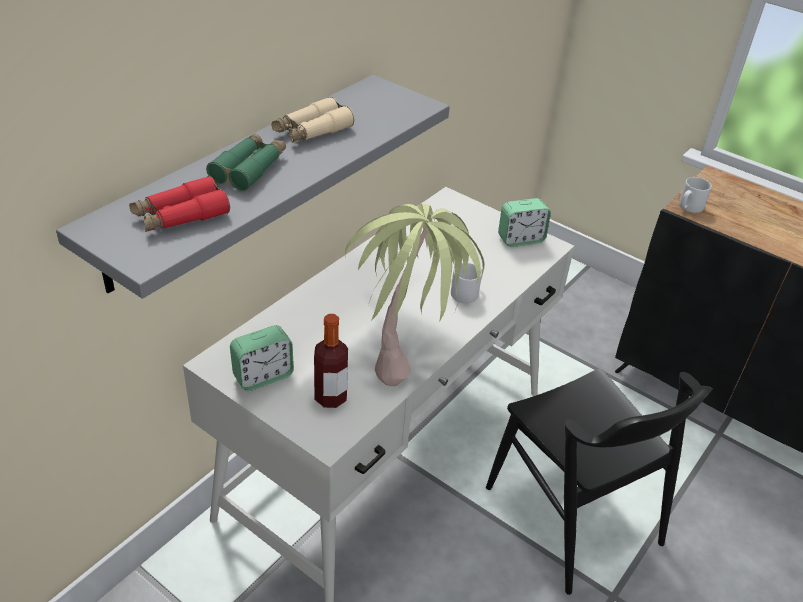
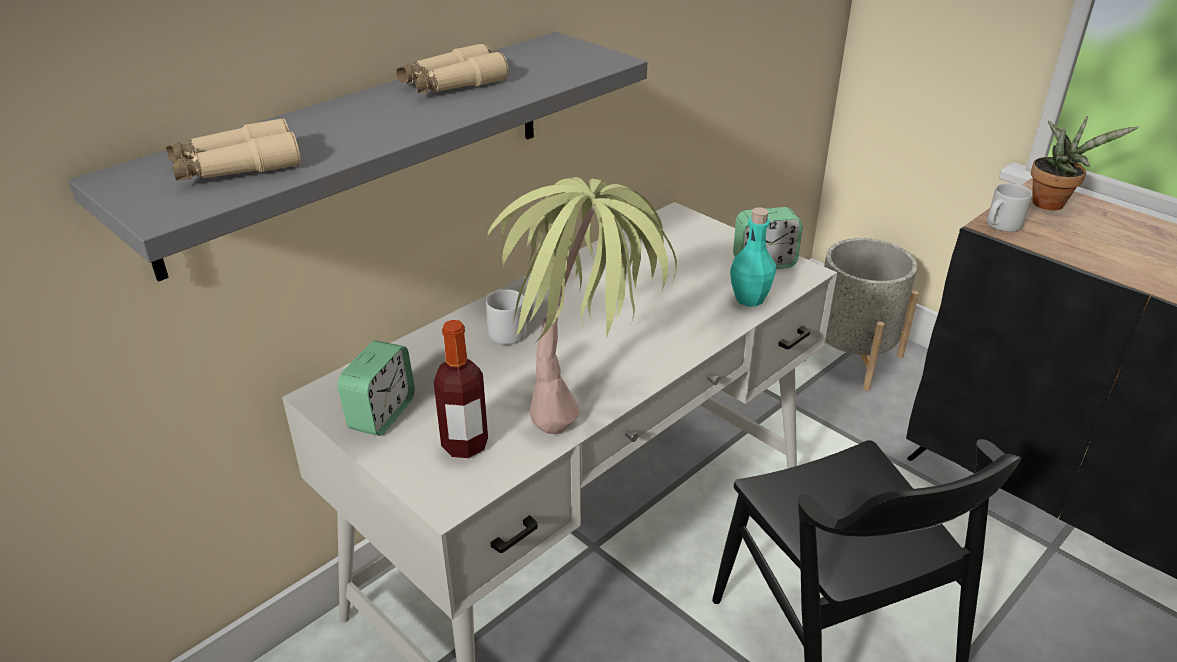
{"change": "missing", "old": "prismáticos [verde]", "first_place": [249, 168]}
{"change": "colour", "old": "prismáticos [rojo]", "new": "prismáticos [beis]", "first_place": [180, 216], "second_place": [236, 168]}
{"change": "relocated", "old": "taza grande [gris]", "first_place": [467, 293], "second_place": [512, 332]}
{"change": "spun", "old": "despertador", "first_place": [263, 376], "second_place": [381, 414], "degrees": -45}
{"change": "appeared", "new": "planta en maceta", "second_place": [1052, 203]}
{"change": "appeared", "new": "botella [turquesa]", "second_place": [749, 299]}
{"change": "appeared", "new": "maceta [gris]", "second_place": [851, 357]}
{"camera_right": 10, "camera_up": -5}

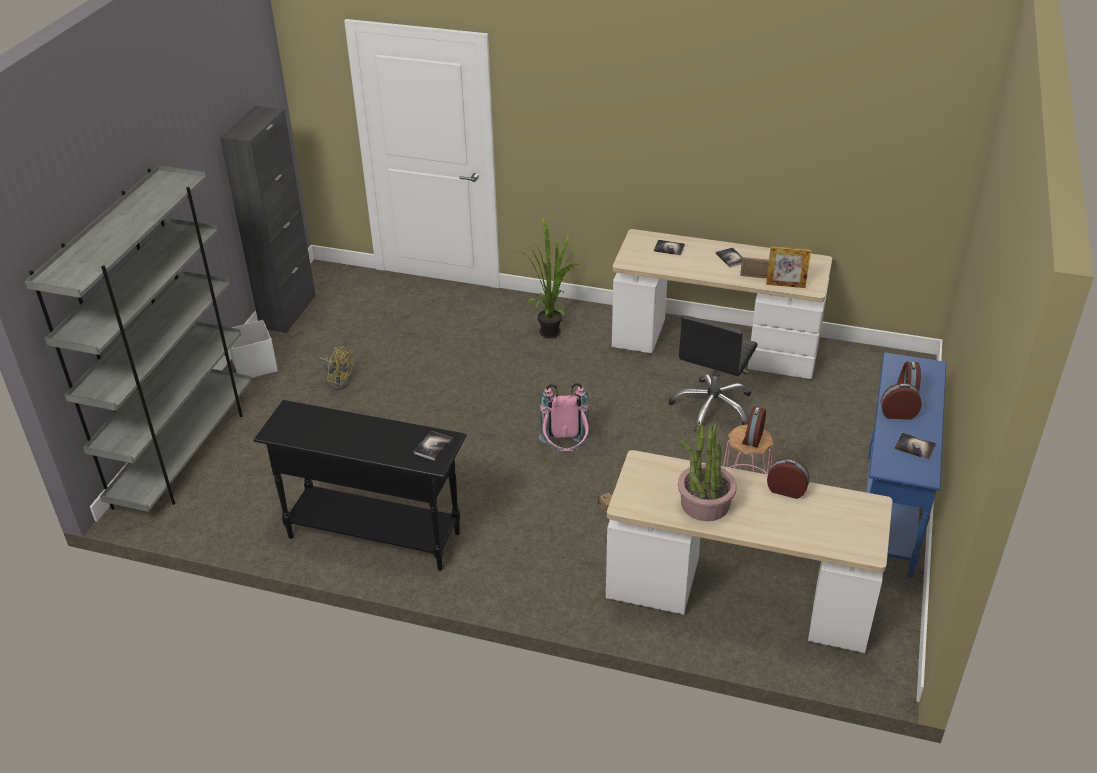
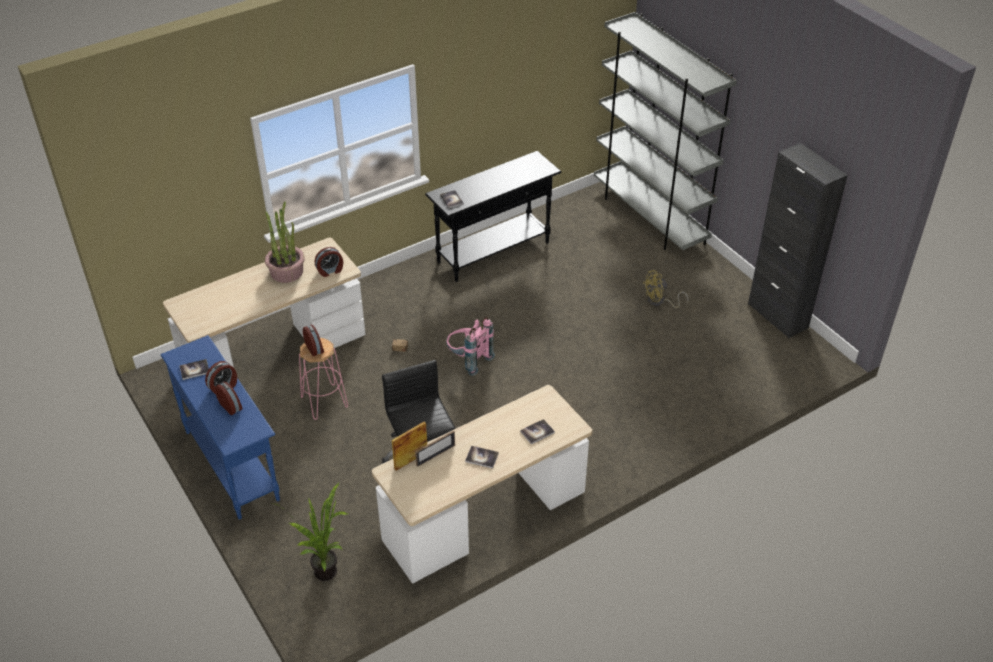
{"change": "relocated", "old": "planta en maceta", "first_place": [551, 330], "second_place": [328, 576]}
{"change": "missing", "old": "caja de almacenaje [blanco]", "first_place": [254, 366]}
{"change": "relocated", "old": "despertador", "first_place": [786, 490], "second_place": [330, 271]}
{"camera_right": 130, "camera_up": 5}

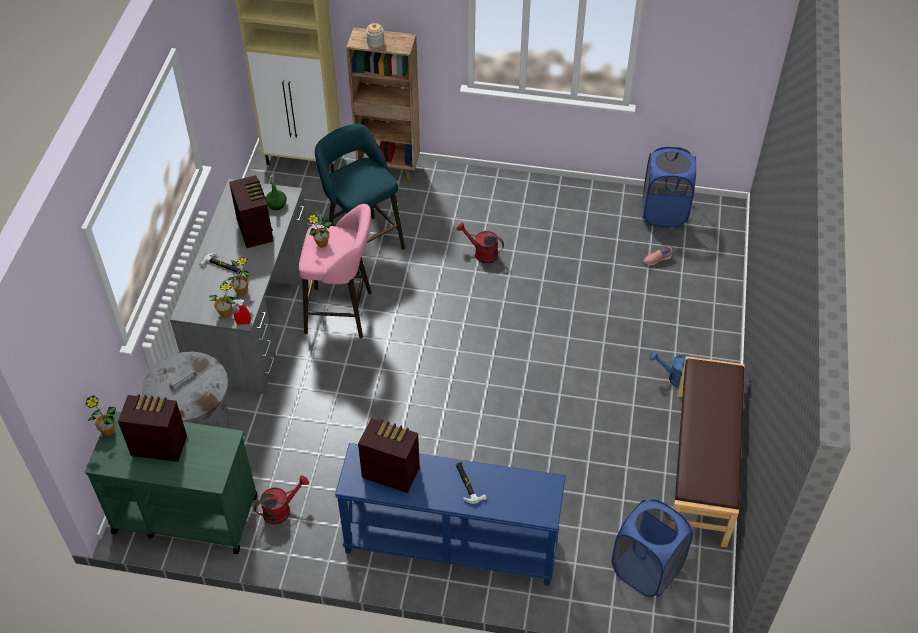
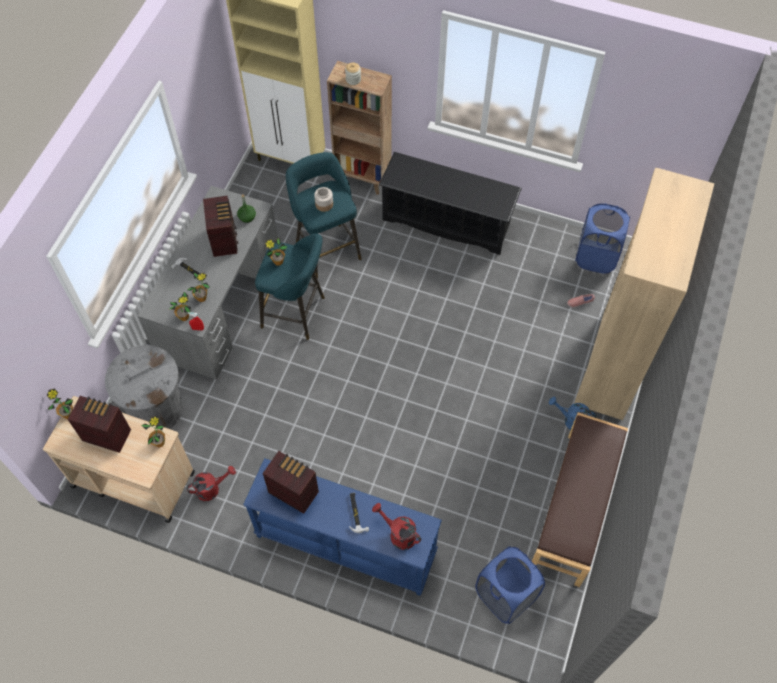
{"change": "colour", "old": "taburete [rosa]", "new": "taburete [turquesa]", "first_place": [343, 313], "second_place": [297, 313]}
{"change": "relocated", "old": "regadera [rojo]", "first_place": [482, 253], "second_place": [398, 534]}
{"change": "colour", "old": "carrito [verde]", "new": "carrito [beis]", "first_place": [184, 513], "second_place": [132, 479]}
{"change": "appeared", "new": "zapatero [negro]", "second_place": [447, 222]}
{"change": "appeared", "new": "estantería [beis]", "second_place": [611, 365]}
{"change": "appeared", "new": "tarro", "second_place": [324, 204]}
{"change": "appeared", "new": "planta en maceta", "second_place": [159, 442]}
{"camera_right": 10, "camera_up": 10}

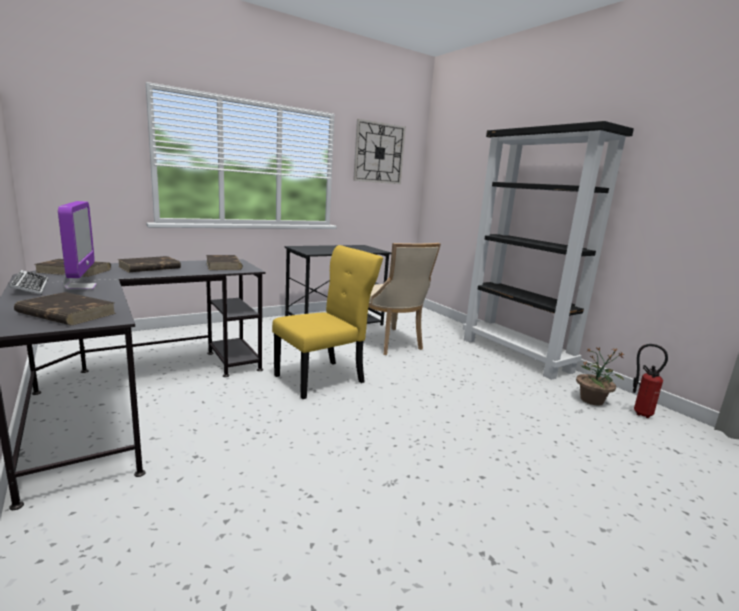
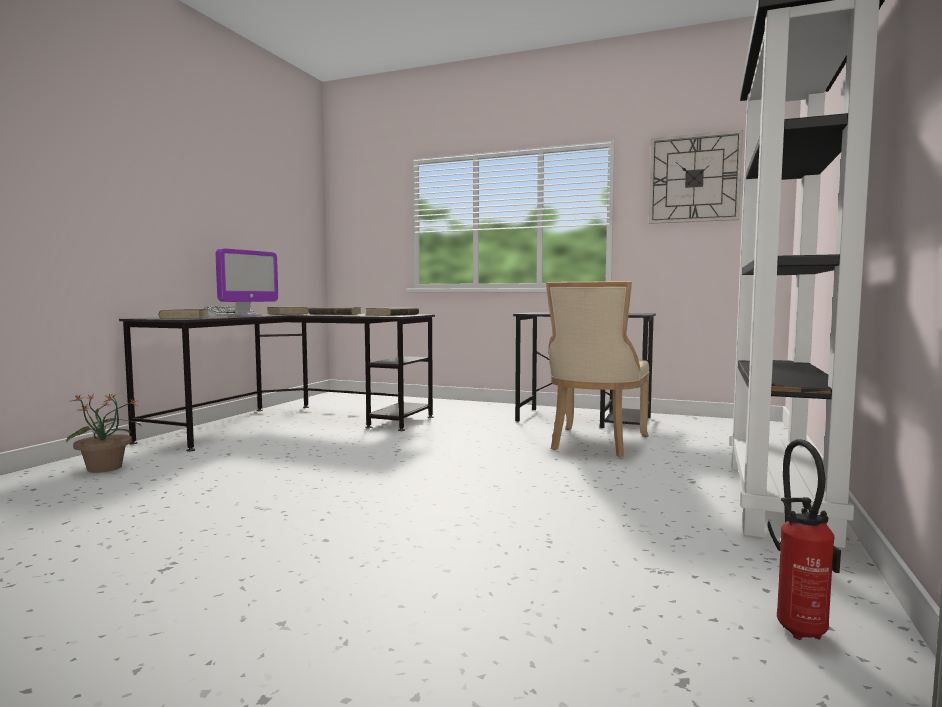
{"change": "missing", "old": "silla [amarillo]", "first_place": [323, 378]}
{"change": "relocated", "old": "planta en maceta", "first_place": [592, 400], "second_place": [105, 468]}
{"camera_right": 55, "camera_up": -10}

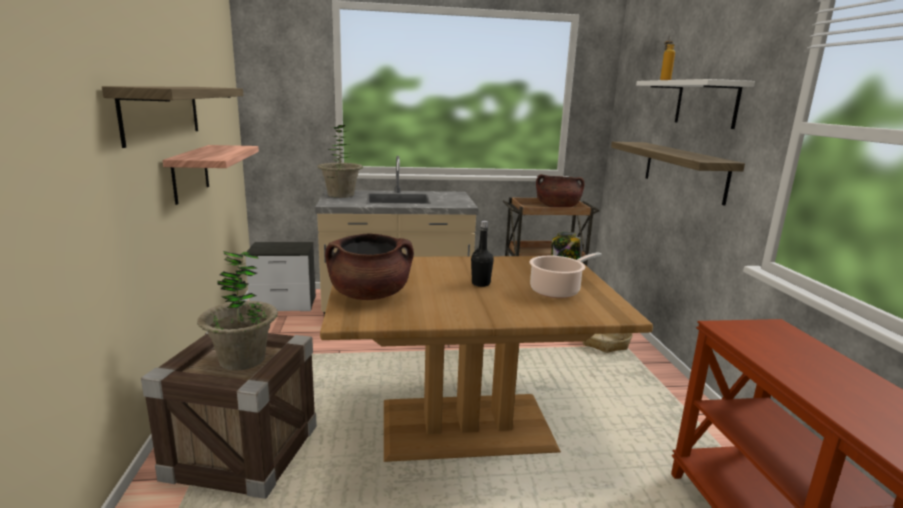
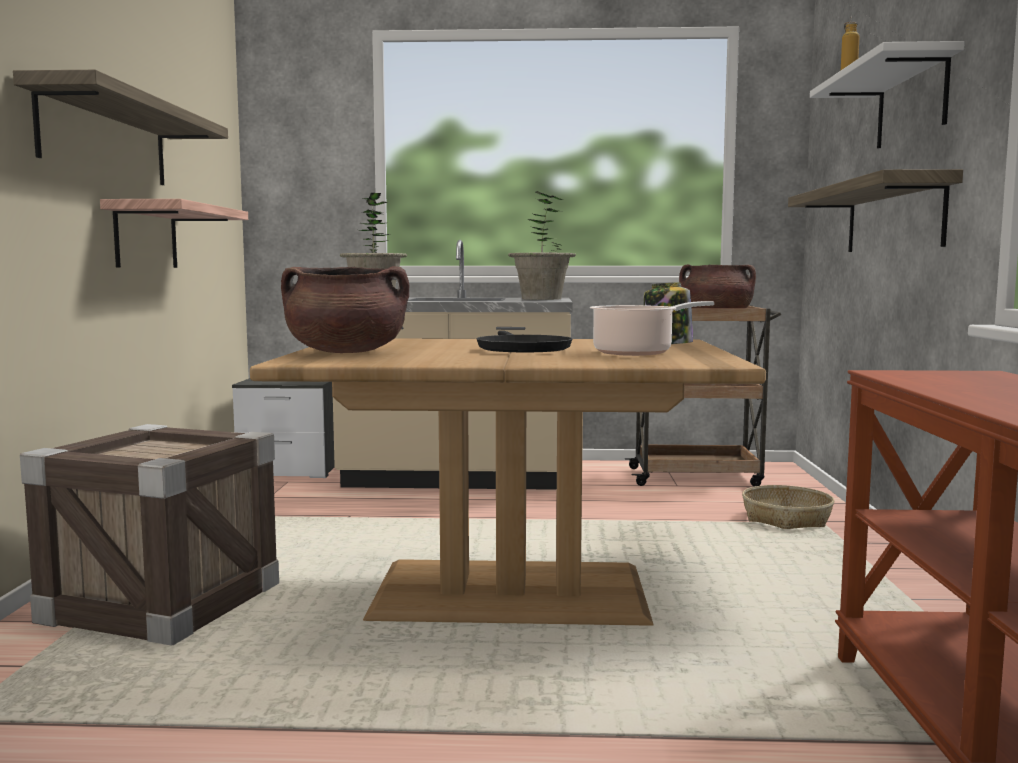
{"change": "exchanged", "old": "botella [negro]", "new": "sartén [negro]", "first_place": [480, 284], "second_place": [522, 349]}
{"change": "relocated", "old": "planta en maceta", "first_place": [242, 360], "second_place": [541, 299]}
{"camera_right": 10, "camera_up": -10}

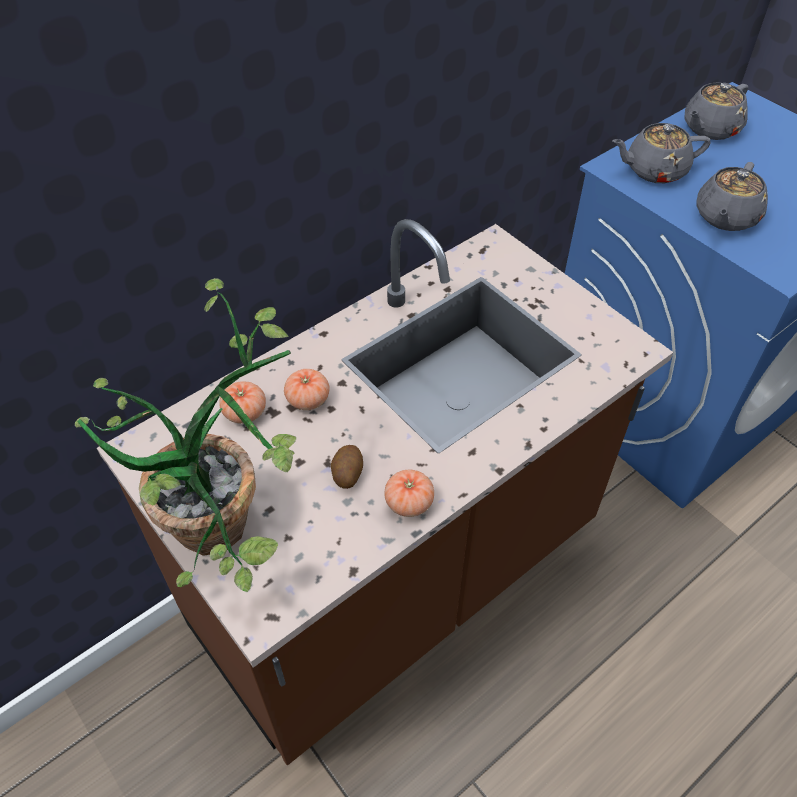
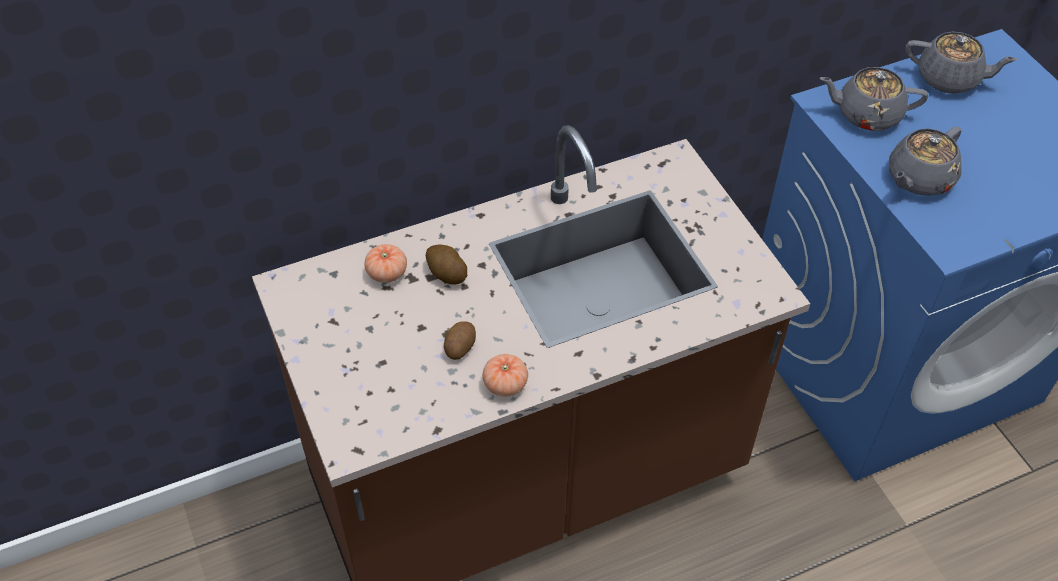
{"change": "spun", "old": "tetera [gris]", "first_place": [710, 129], "second_place": [949, 79], "degrees": -135}
{"change": "missing", "old": "planta en maceta", "first_place": [232, 528]}
{"change": "exchanged", "old": "tomate", "new": "patata", "first_place": [308, 399], "second_place": [446, 273]}
{"camera_right": 15, "camera_up": 0}

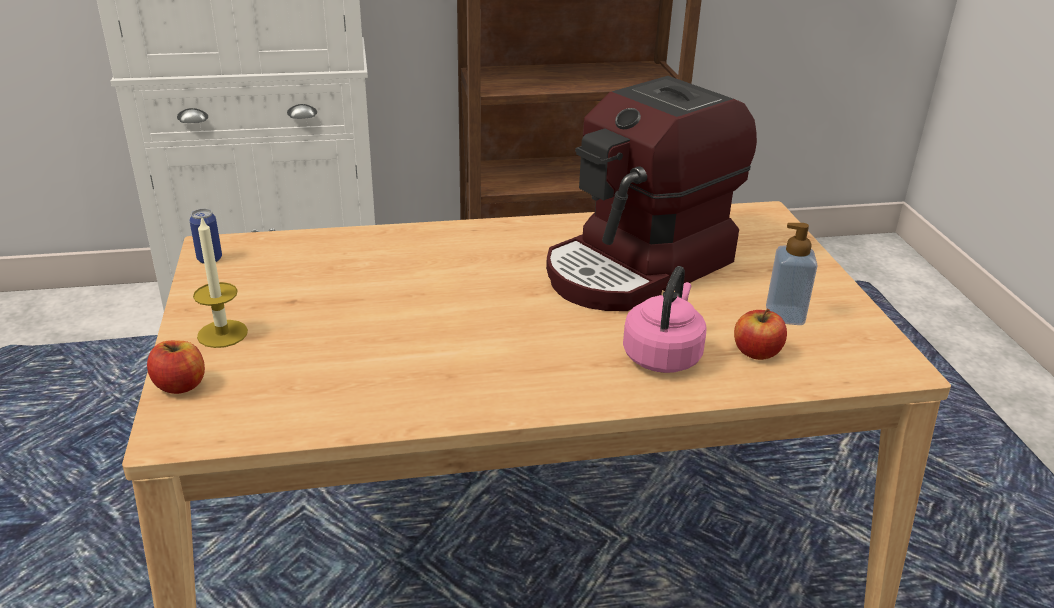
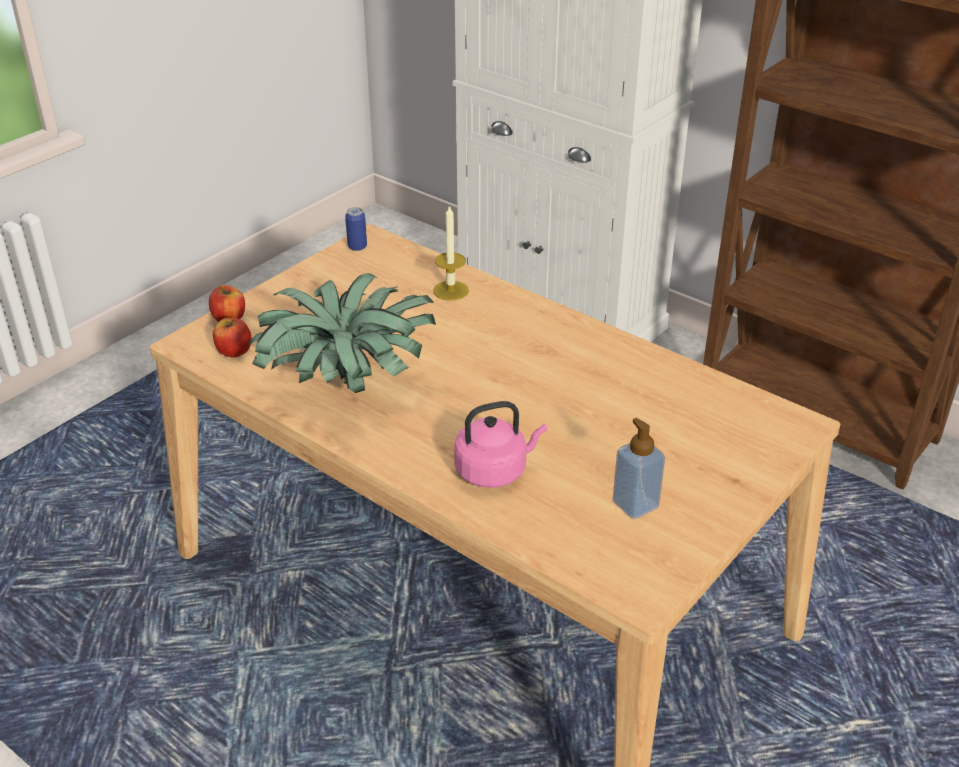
{"change": "missing", "old": "cafetera", "first_place": [639, 268]}
{"change": "relocated", "old": "vela", "first_place": [222, 334], "second_place": [450, 290]}
{"change": "relocated", "old": "manzana", "first_place": [756, 352], "second_place": [234, 351]}
{"change": "appeared", "new": "planta en maceta", "second_place": [346, 385]}
{"camera_right": 50, "camera_up": 5}

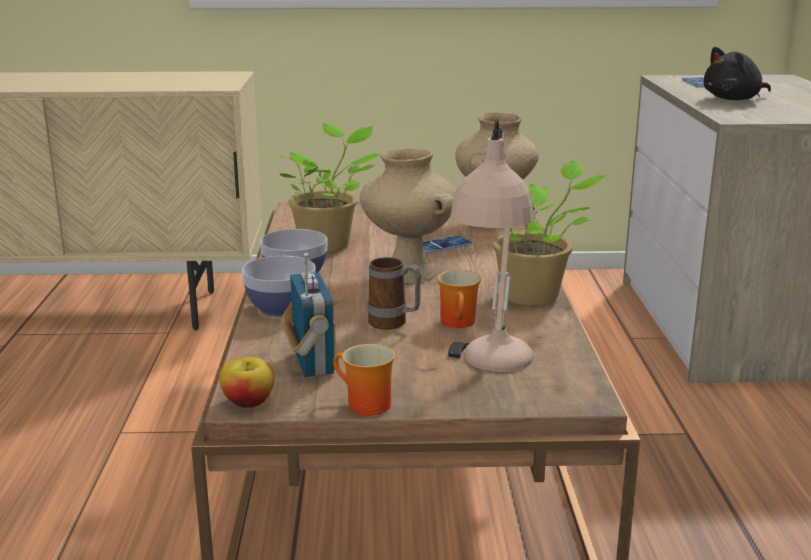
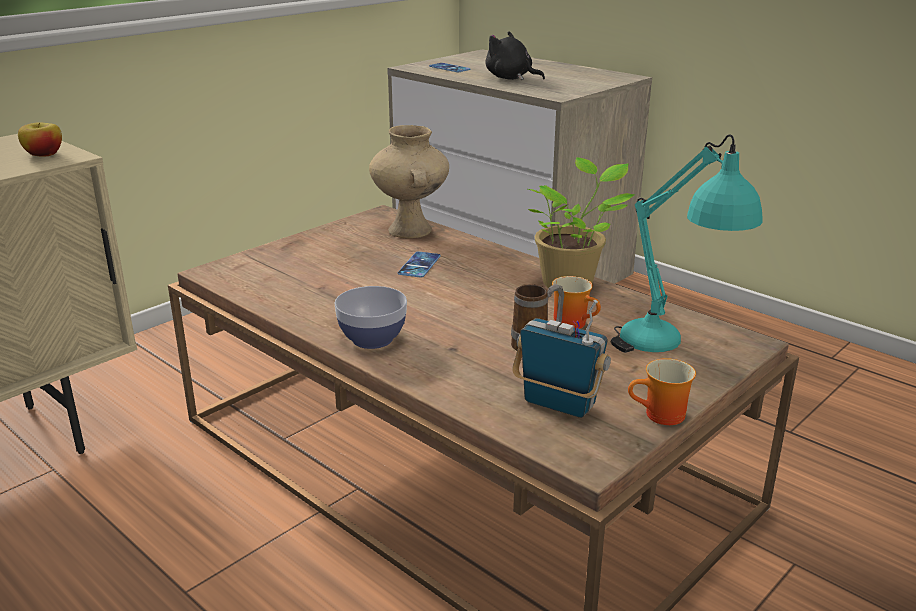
{"change": "spun", "old": "peluche [negro]", "first_place": [734, 99], "second_place": [510, 78], "degrees": 105}
{"change": "colour", "old": "lámpara de mesa [beis]", "new": "lámpara de mesa [turquesa]", "first_place": [490, 373], "second_place": [672, 352]}
{"change": "missing", "old": "planta en maceta", "first_place": [328, 244]}
{"change": "missing", "old": "florero [beis]", "first_place": [407, 274]}
{"change": "missing", "old": "cuenco", "first_place": [280, 308]}
{"change": "relocated", "old": "manzana", "first_place": [248, 402], "second_place": [44, 155]}
{"camera_right": -45, "camera_up": 5}

